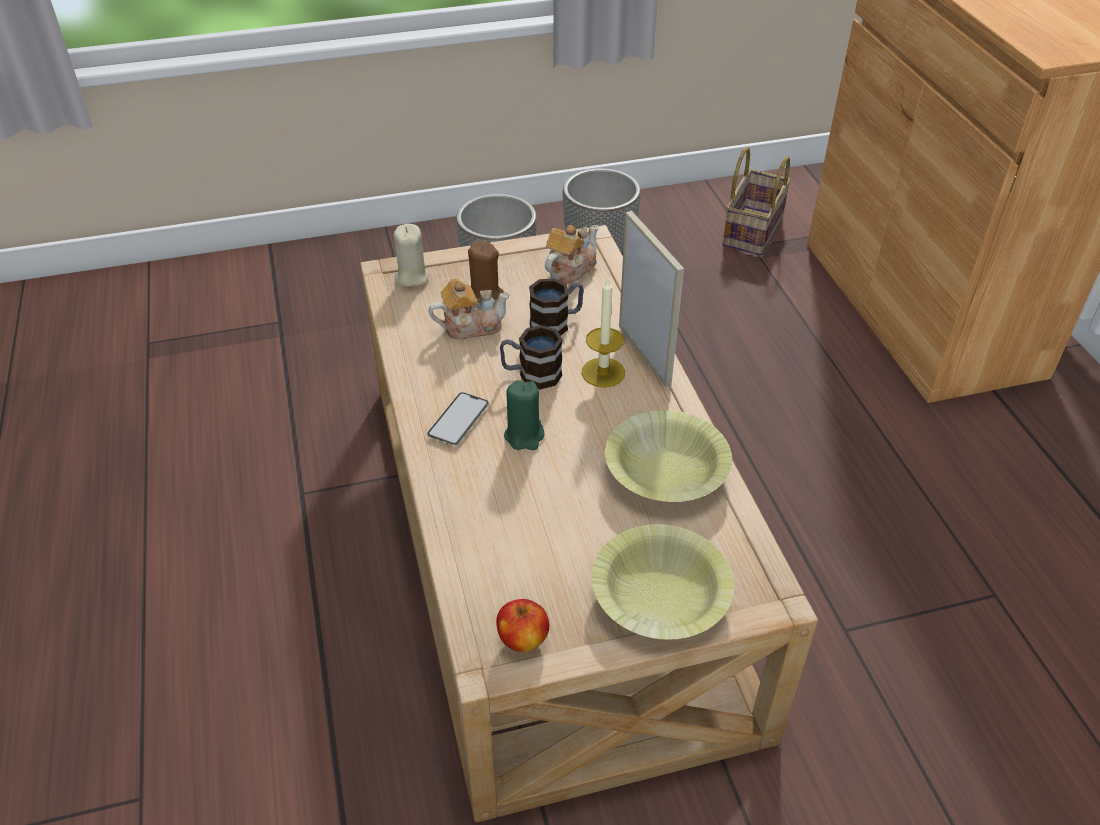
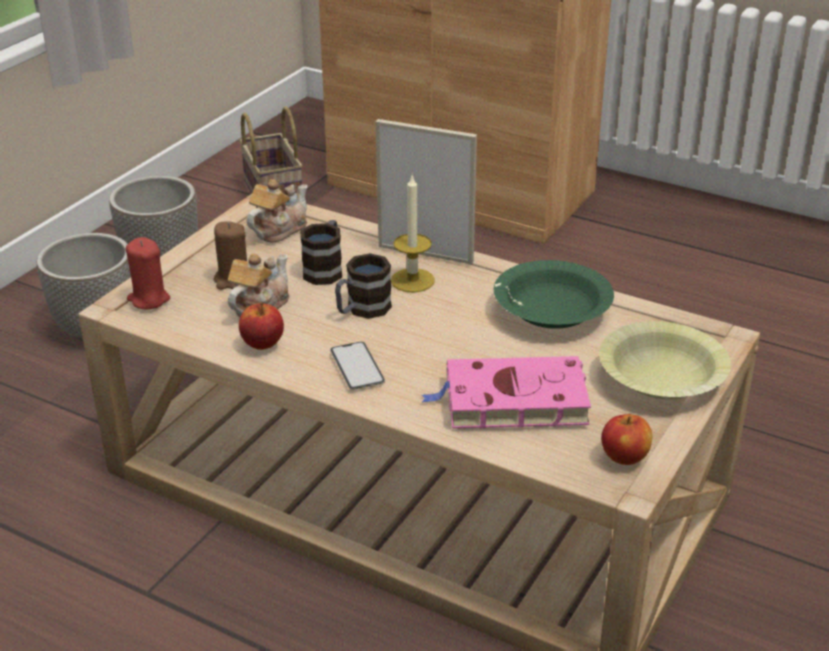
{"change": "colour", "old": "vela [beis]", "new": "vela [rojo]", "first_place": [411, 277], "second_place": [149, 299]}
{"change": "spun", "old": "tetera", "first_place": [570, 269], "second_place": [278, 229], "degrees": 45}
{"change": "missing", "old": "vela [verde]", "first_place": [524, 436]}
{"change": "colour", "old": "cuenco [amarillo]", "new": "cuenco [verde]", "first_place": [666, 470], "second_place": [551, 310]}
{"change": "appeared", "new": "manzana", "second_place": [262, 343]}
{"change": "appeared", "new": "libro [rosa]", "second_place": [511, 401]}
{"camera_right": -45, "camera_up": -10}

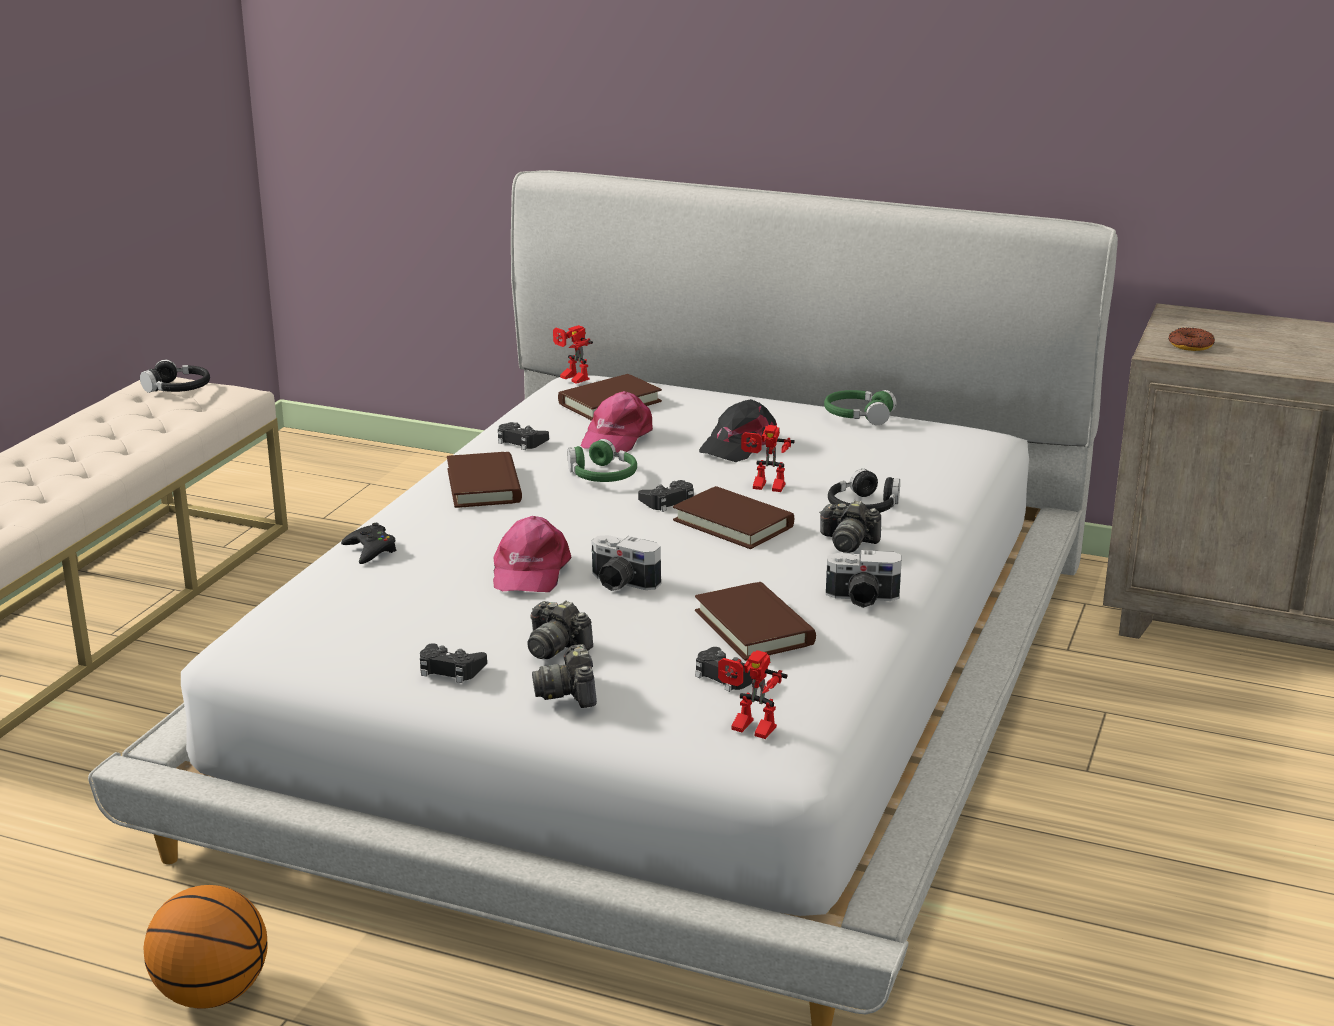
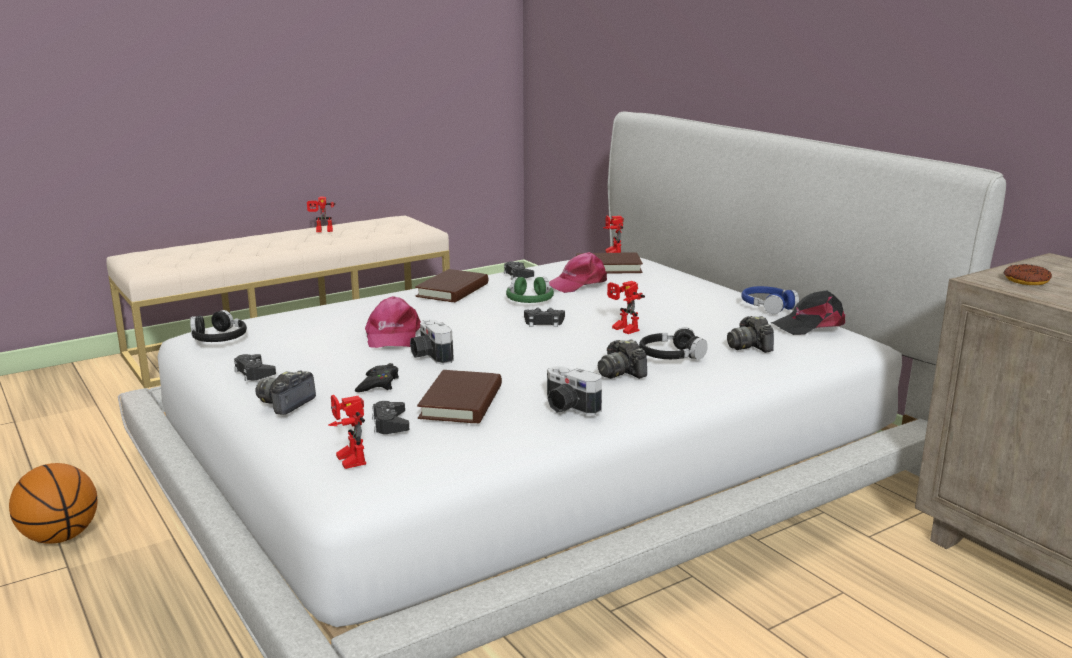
{"change": "relocated", "old": "auriculares [negro]", "first_place": [178, 388], "second_place": [218, 338]}
{"change": "colour", "old": "auriculares [verde]", "new": "auriculares [azul]", "first_place": [858, 416], "second_place": [768, 306]}
{"change": "relocated", "old": "gorra [negro]", "first_place": [739, 444], "second_place": [810, 325]}
{"change": "missing", "old": "libro [marrón]", "first_place": [733, 523]}
{"change": "spun", "old": "gorra [rosa]", "first_place": [529, 570], "second_place": [392, 336], "degrees": -45}
{"change": "relocated", "old": "mando de consola [negro]", "first_place": [370, 550], "second_place": [378, 384]}
{"change": "relocated", "old": "cámara", "first_place": [556, 647], "second_place": [749, 346]}
{"change": "appeared", "new": "robot de juguete", "second_place": [323, 231]}
{"camera_right": 35, "camera_up": -5}

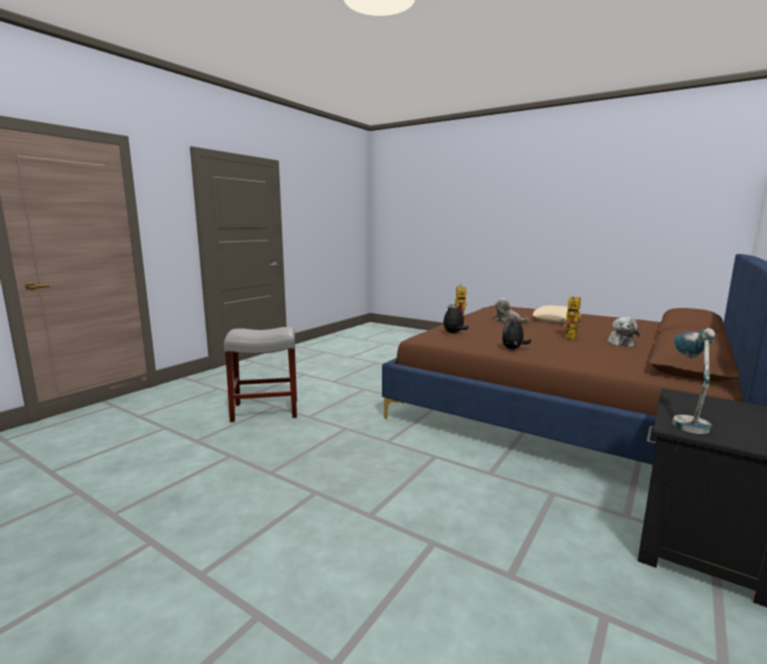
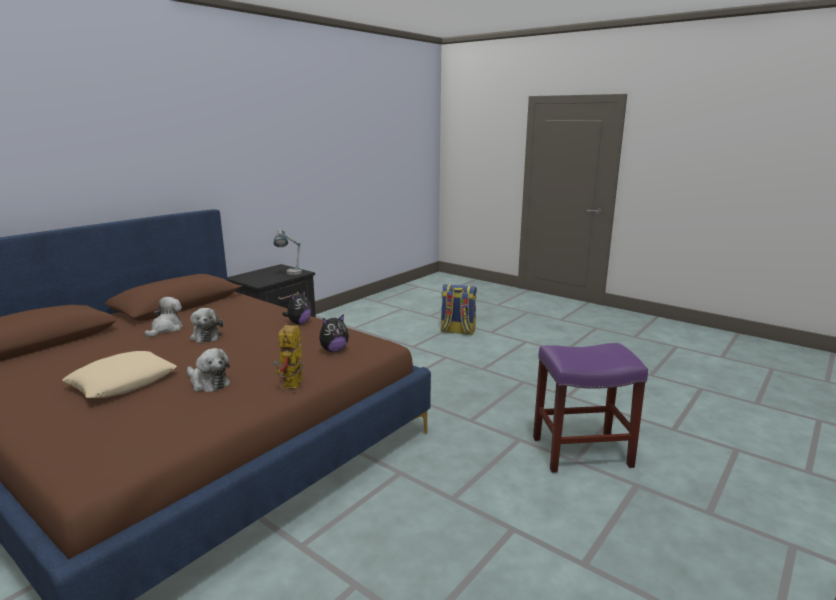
{"change": "exchanged", "old": "robot de juguete", "new": "peluche", "first_place": [571, 338], "second_place": [206, 336]}
{"change": "colour", "old": "taburete [gris]", "new": "taburete [morado]", "first_place": [264, 411], "second_place": [582, 451]}
{"change": "appeared", "new": "mochila", "second_place": [457, 331]}
{"camera_right": -175, "camera_up": 5}

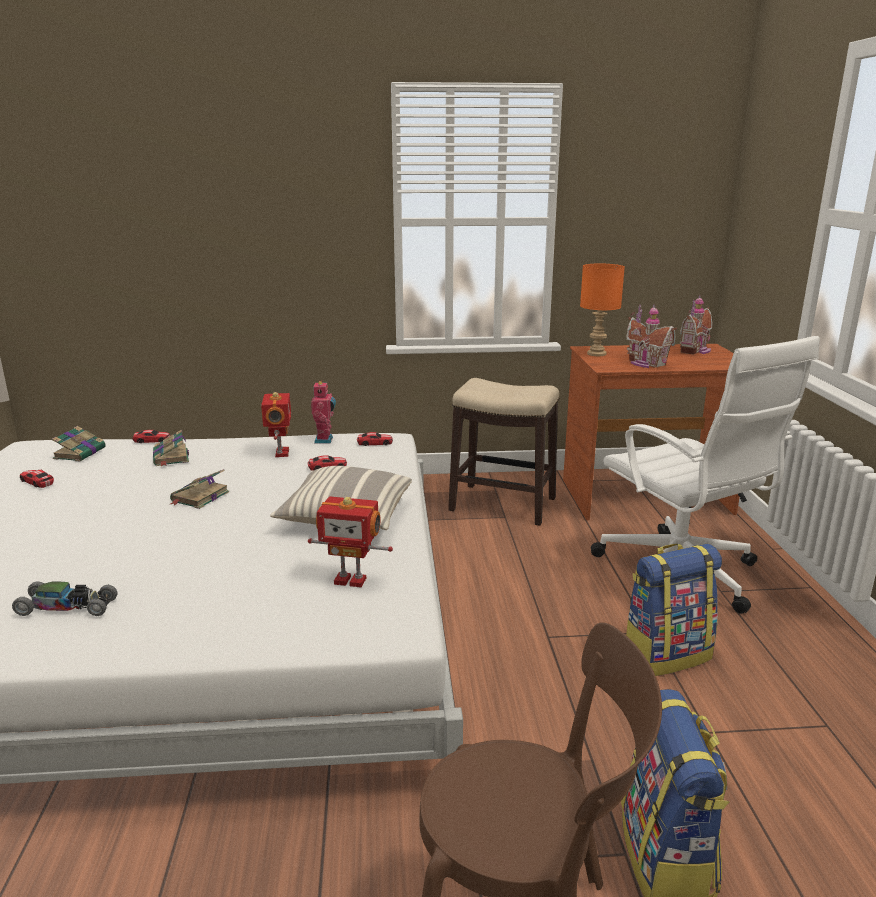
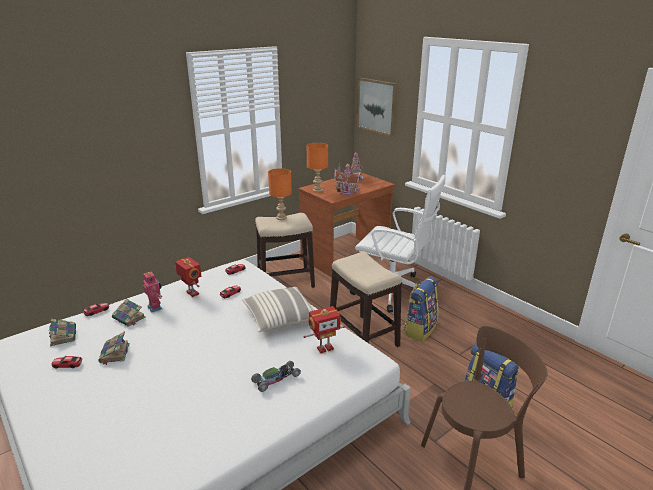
{"change": "relocated", "old": "robot de juguete", "first_place": [325, 440], "second_place": [156, 307]}
{"change": "relocated", "old": "libro", "first_place": [199, 497], "second_place": [114, 354]}
{"change": "relocated", "old": "coche de juguete", "first_place": [67, 607], "second_place": [276, 379]}
{"change": "appeared", "new": "cuadro", "second_place": [377, 106]}
{"change": "appeared", "new": "lámpara de mesa [naranja]", "second_place": [281, 218]}
{"change": "appeared", "new": "taburete", "second_place": [363, 337]}
{"camera_right": -35, "camera_up": 5}

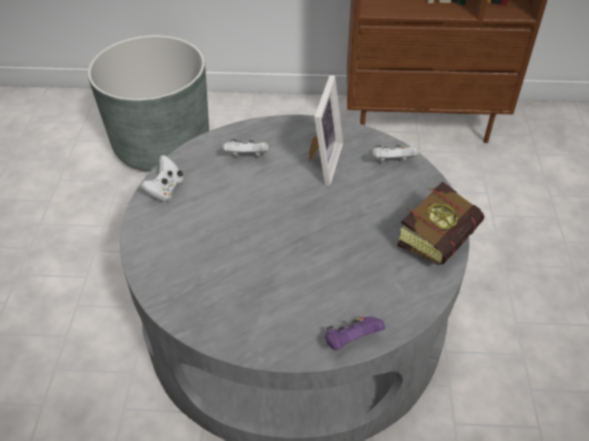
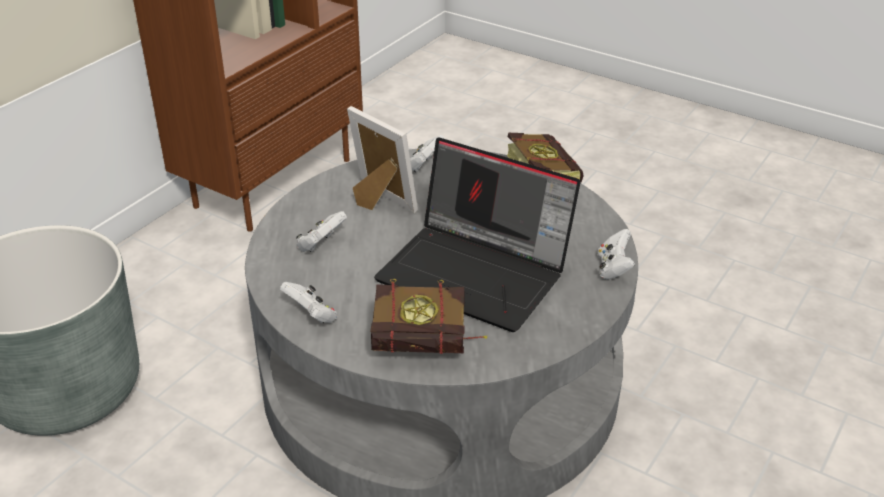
{"change": "colour", "old": "mando de consola [morado]", "new": "mando de consola [blanco]", "first_place": [351, 341], "second_place": [613, 268]}
{"change": "appeared", "new": "portátil", "second_place": [477, 273]}
{"change": "appeared", "new": "libro", "second_place": [430, 347]}
{"camera_right": -60, "camera_up": -10}

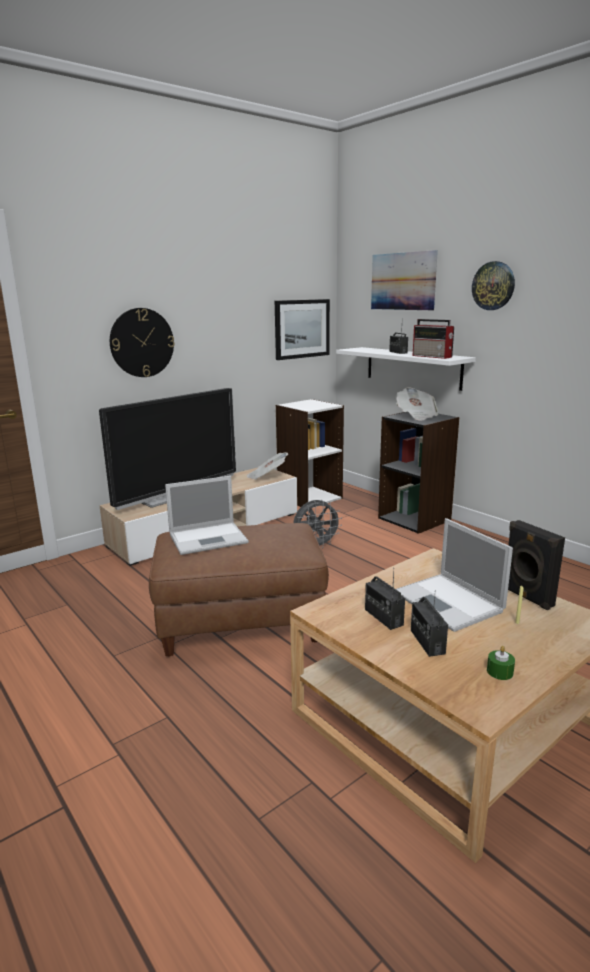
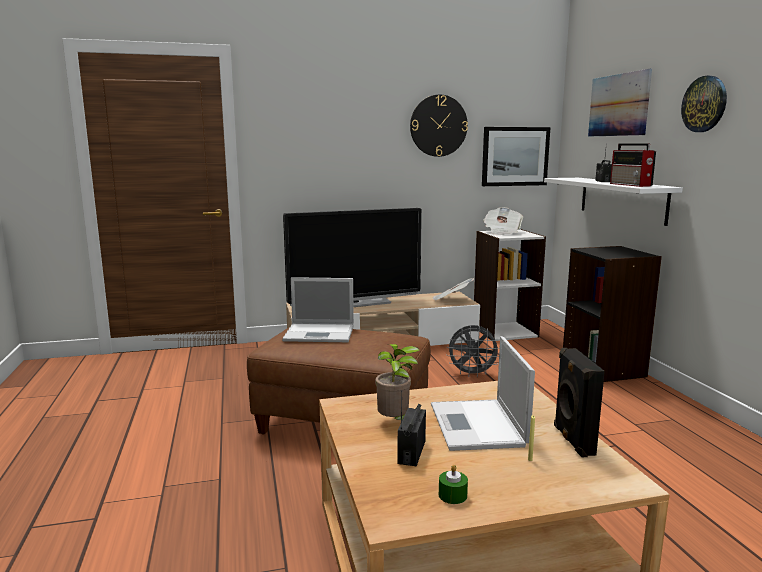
{"change": "relocated", "old": "reloj de pared", "first_place": [142, 342], "second_place": [438, 126]}
{"change": "relocated", "old": "periódico", "first_place": [416, 416], "second_place": [502, 232]}
{"change": "exchanged", "old": "radio", "new": "planta en maceta", "first_place": [383, 617], "second_place": [395, 423]}
{"camera_right": 25, "camera_up": -5}

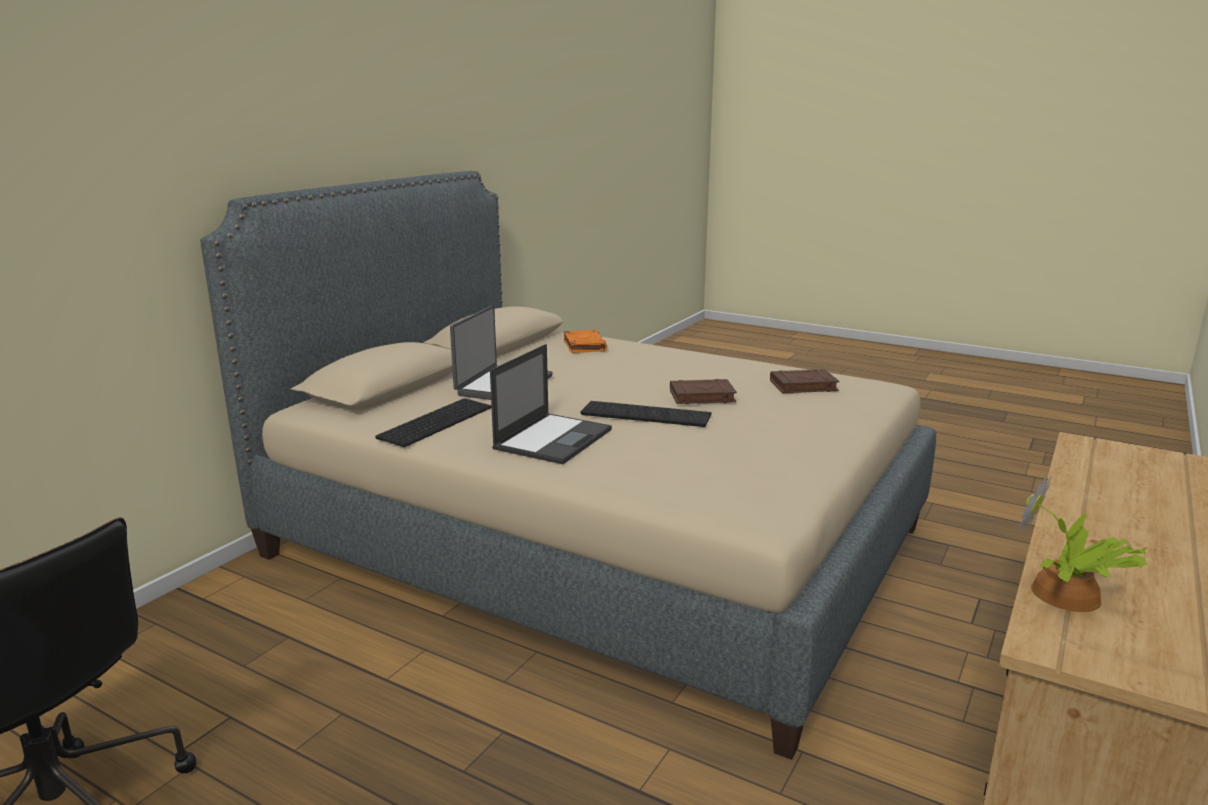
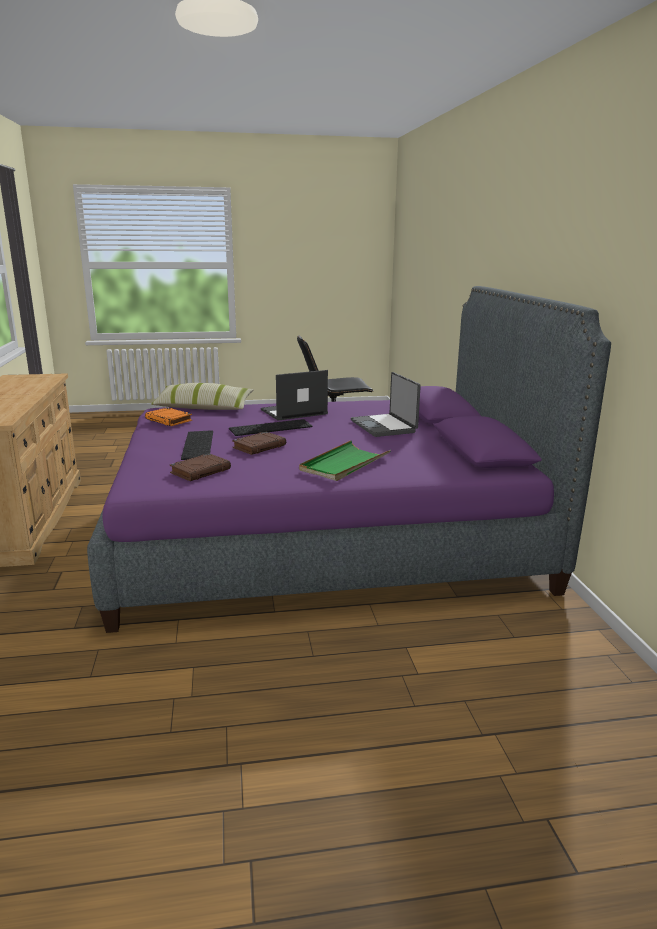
{"change": "colour", "old": "cama [beis]", "new": "cama [morado]", "first_place": [594, 542], "second_place": [324, 539]}
{"change": "relocated", "old": "libro [naranja]", "first_place": [584, 345], "second_place": [169, 420]}
{"change": "spun", "old": "portátil", "first_place": [553, 438], "second_place": [293, 412], "degrees": 75}
{"change": "relocated", "old": "teclado", "first_place": [435, 421], "second_place": [199, 445]}
{"change": "missing", "old": "planta en maceta", "first_place": [1068, 596]}
{"change": "appeared", "new": "cojín", "second_place": [203, 408]}
{"change": "appeared", "new": "bandeja [verde]", "second_place": [344, 464]}
{"camera_right": 140, "camera_up": 0}

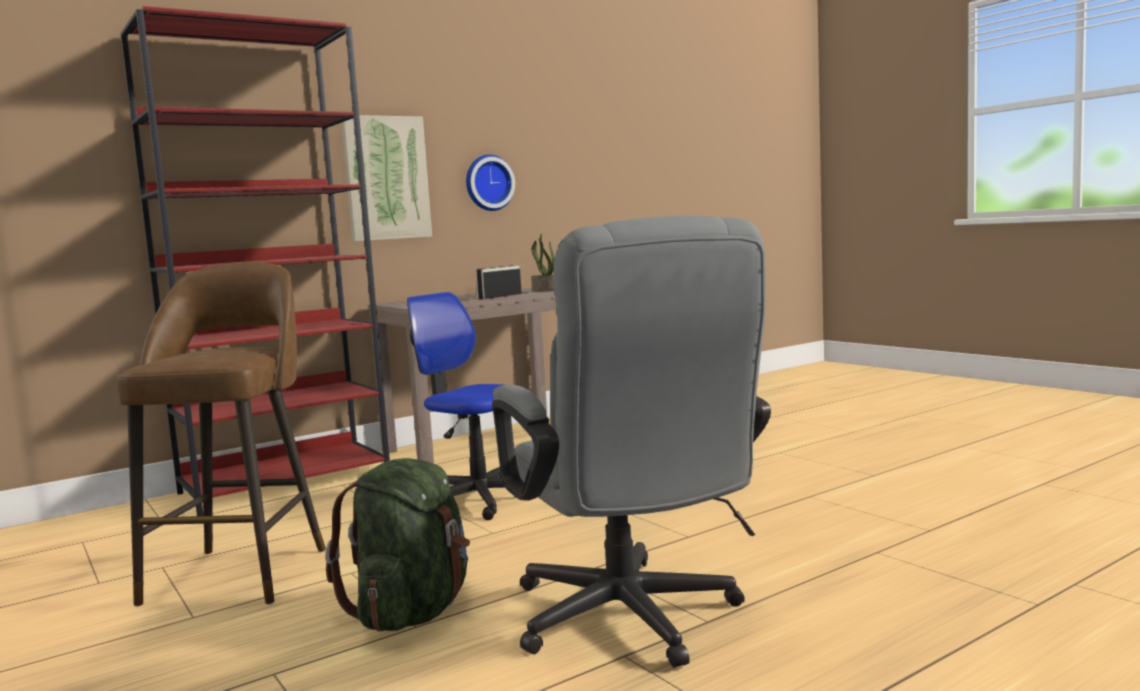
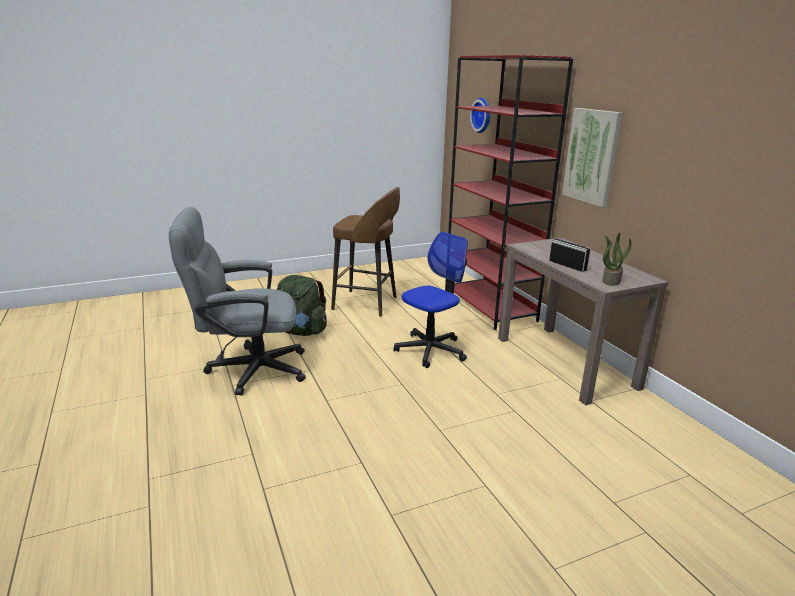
{"change": "relocated", "old": "reloj de pared", "first_place": [488, 183], "second_place": [483, 115]}
{"camera_right": 100, "camera_up": 15}

